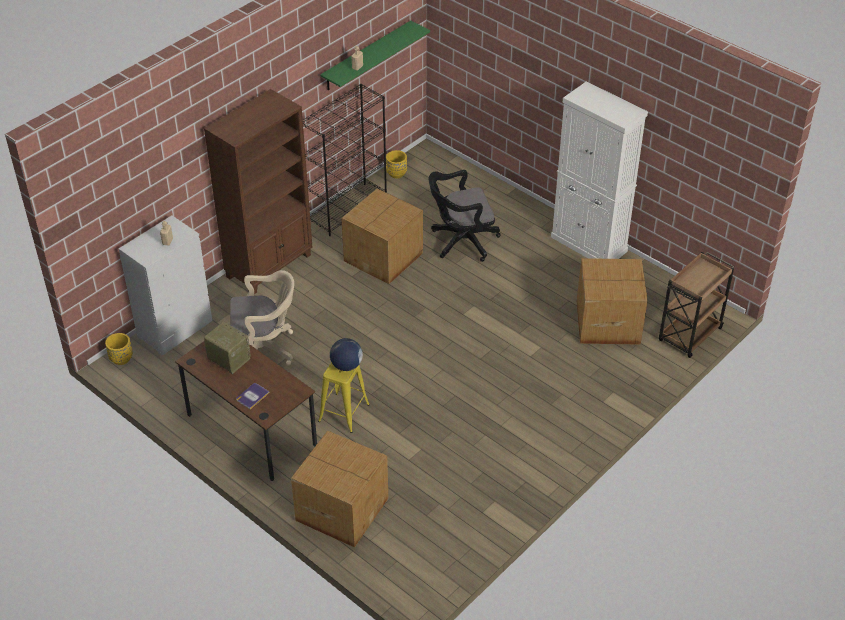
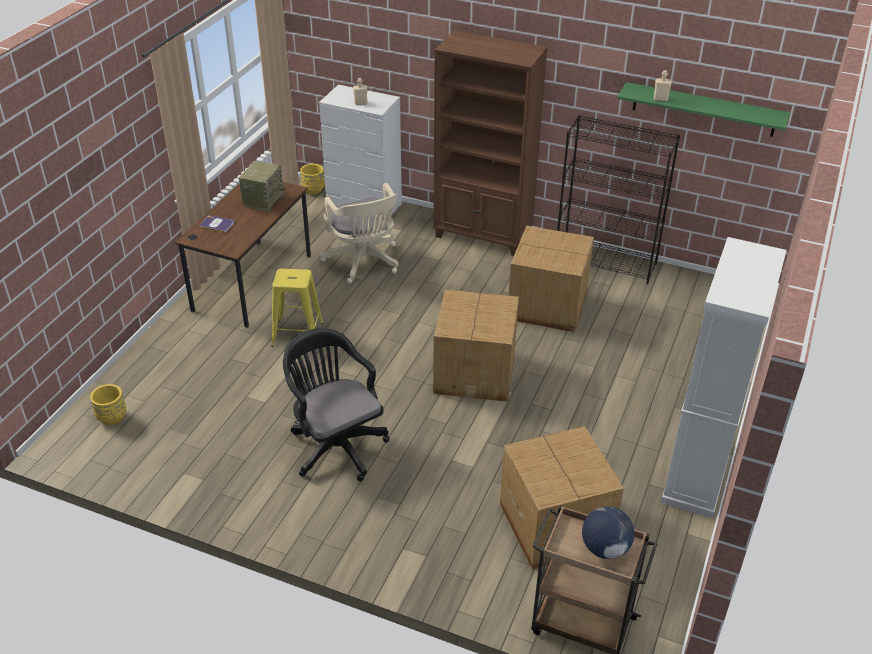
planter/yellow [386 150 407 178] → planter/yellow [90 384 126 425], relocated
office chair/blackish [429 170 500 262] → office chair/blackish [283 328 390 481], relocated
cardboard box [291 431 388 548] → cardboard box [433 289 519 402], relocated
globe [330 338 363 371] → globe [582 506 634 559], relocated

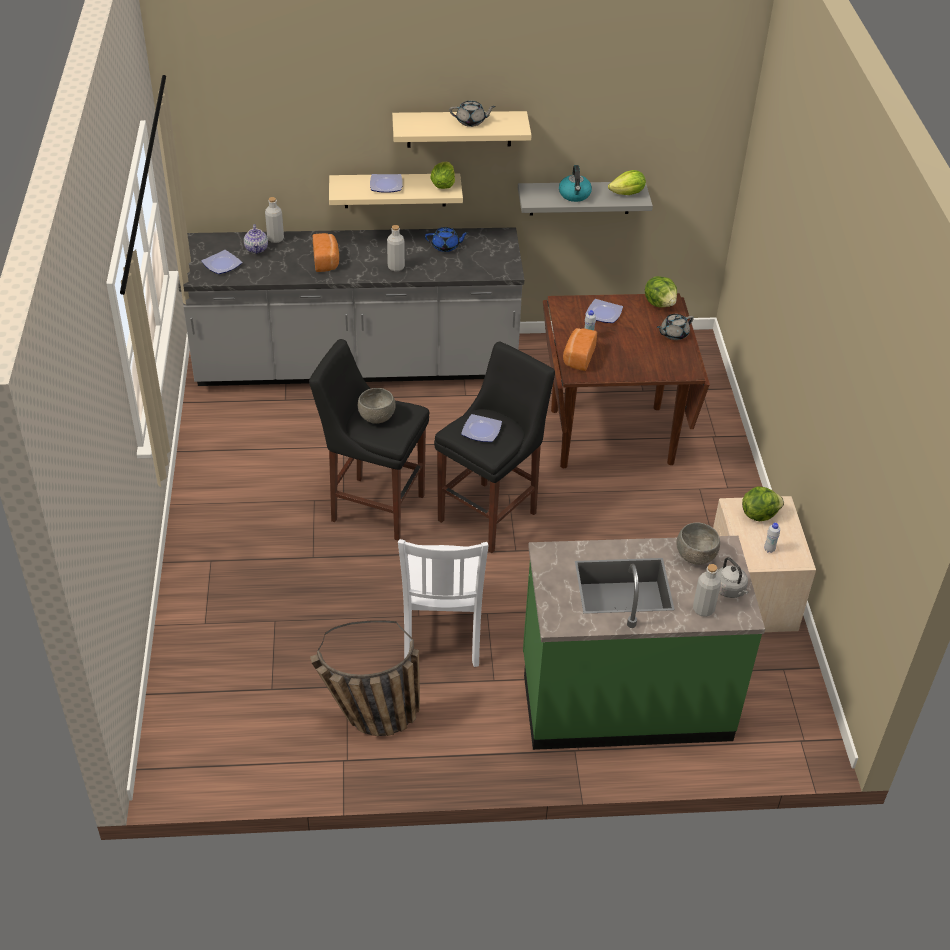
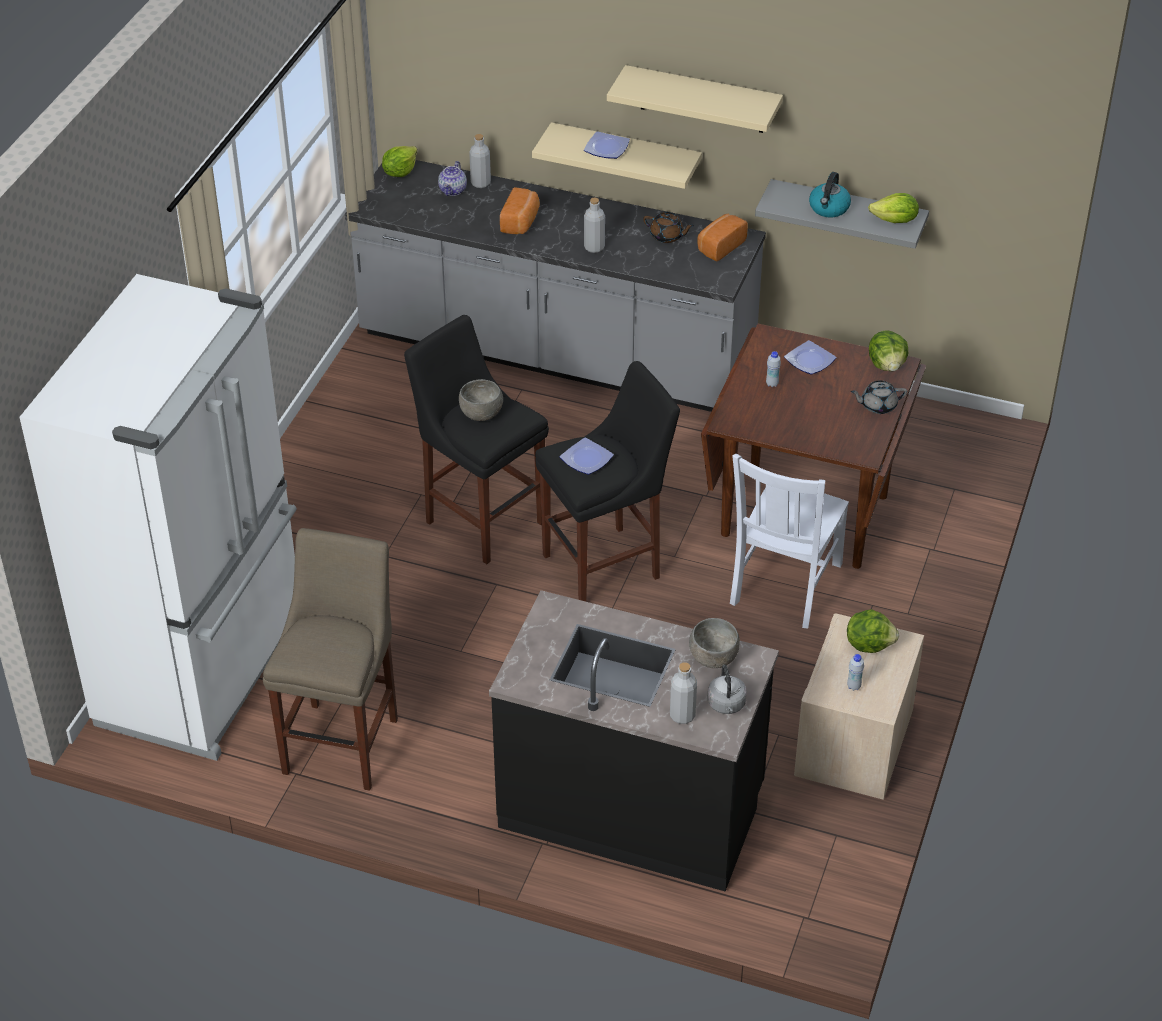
- → fridge/white-coloured [20 274 297 761]
household basket [310 621 420 736] → stool seat/sand-coloured [263 528 398 791]
lettuce [430 161 455 189] → lettuce [382 146 417 177], relocated
counter/greenish [523 536 765 750] → counter/blackish [489 590 779 892]
teapot/blue [425 227 469 252] → teapot/brown [643 212 694 243]
bakery bread [563 328 597 371] → bakery bread [697 214 748 261], relocated
chair/white-coloured [398 539 489 667] → chair/white-coloured [730 454 849 628], relocated
plate [201 250 243 274] → -
teapot/gray [449 101 496 127] → -

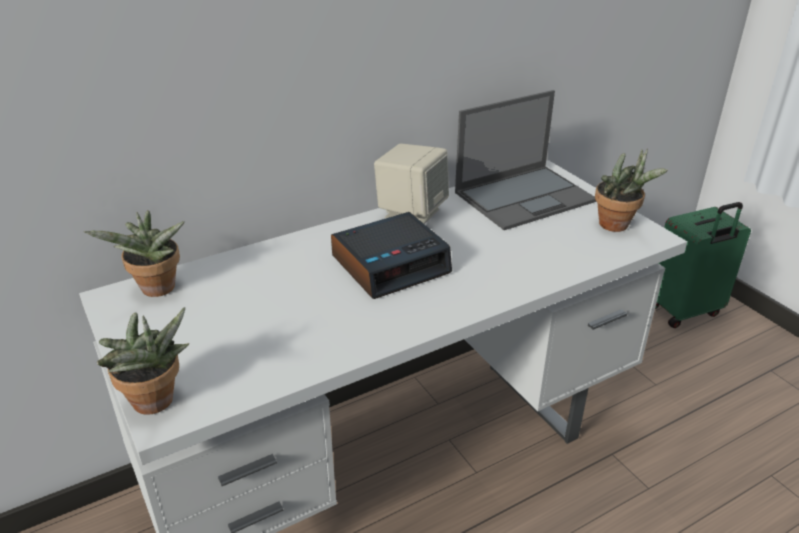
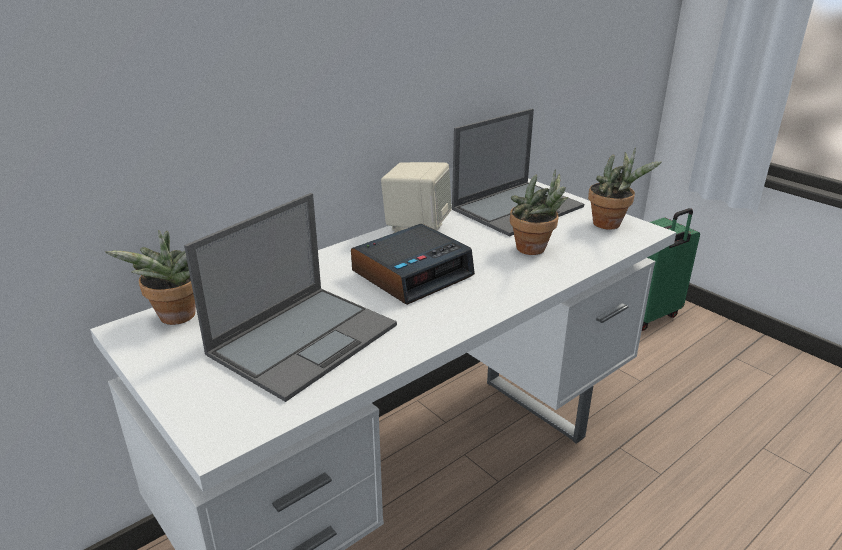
- → portable computer [184 193 397 402]
houseplant [97 307 189 415] → houseplant [510 169 568 255], relocated

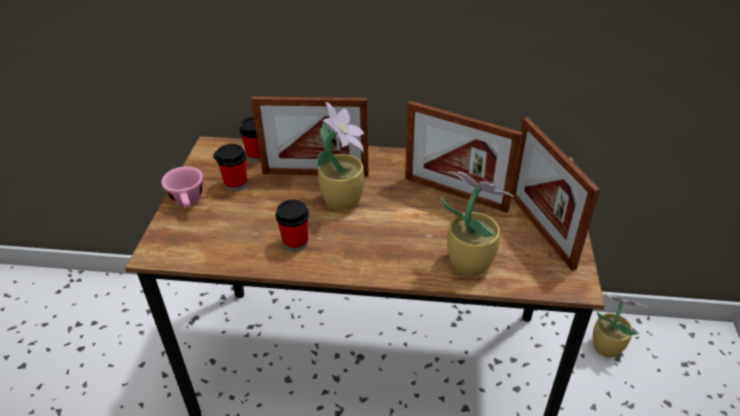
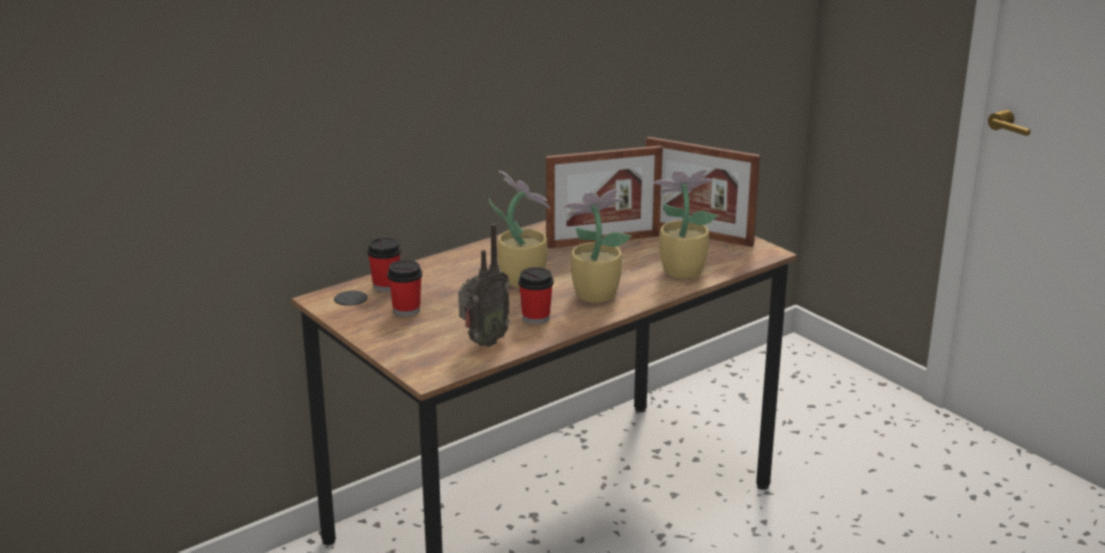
- → radio [458 224 510 347]
houseplant [593 293 647 357] → houseplant [562 189 631 303], relocated
cup/pink-coloured [161 166 203 208] → -
photo frame [251 96 368 176] → -

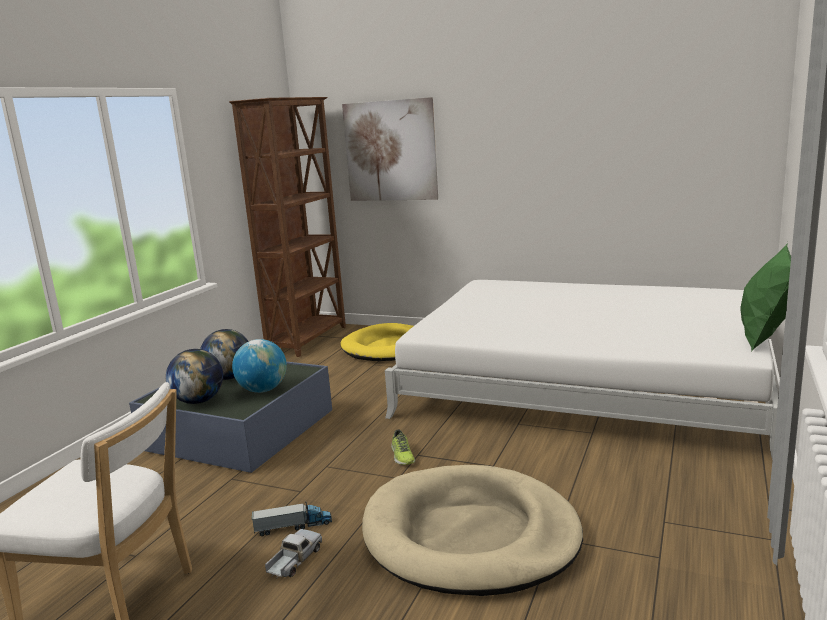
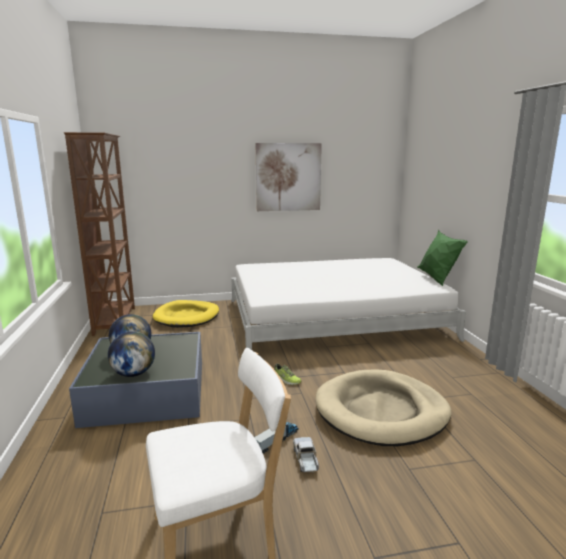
wall picture [342 97 438 201] → wall picture [256 143 322 211], relocated
globe [232 339 287 393] → -

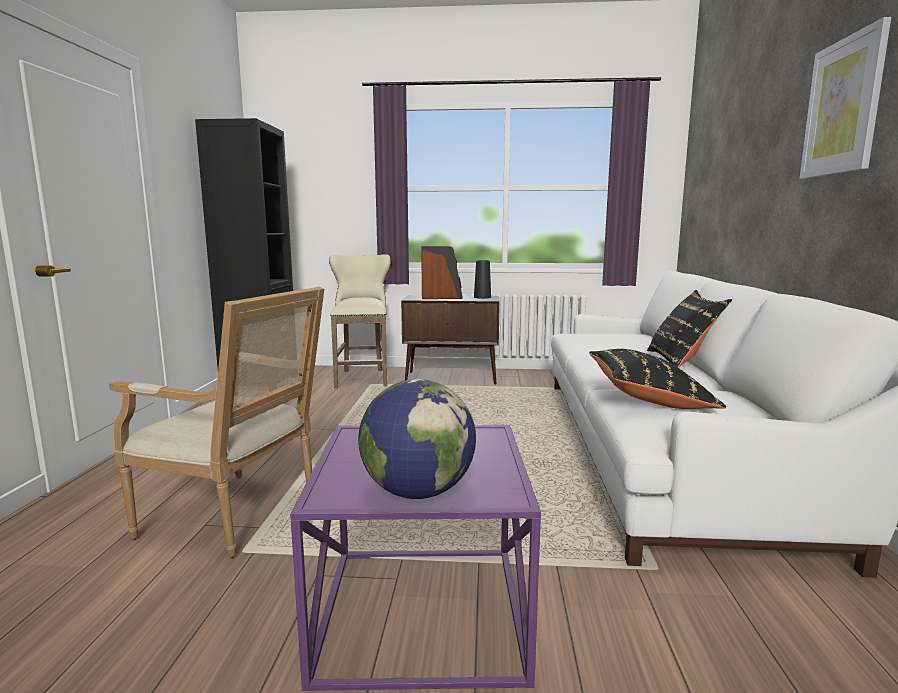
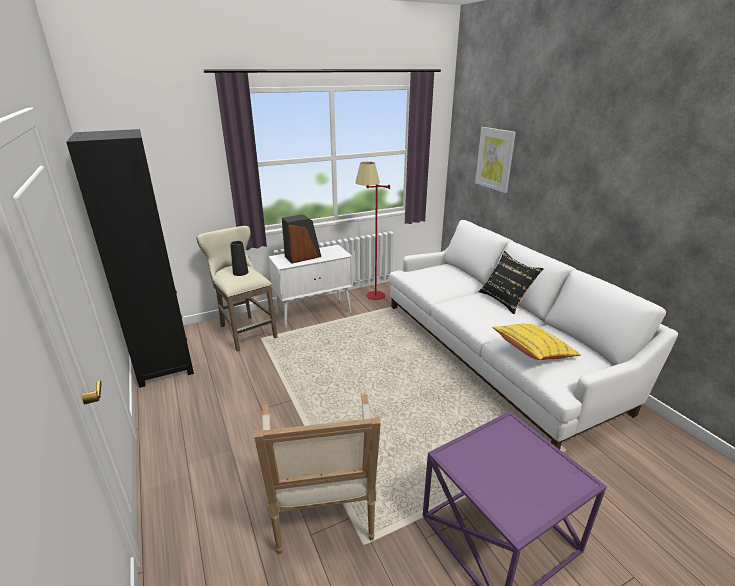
decorative vase/blackish [474 260 491 299] → decorative vase/blackish [230 241 248 276], relocated
armchair [109 287 324 558] → armchair [254 394 381 554], 90 degrees clockwise
cabinet/brown [401 295 500 385] → cabinet/white-coloured [269 245 353 329]
- → floor lamp/reddish [355 162 390 300]
wall picture [800 17 891 179] → wall picture [475 127 516 193], relocated
cushion/blackish [589 349 726 409] → cushion/yellow [492 324 581 360]
globe [358 379 476 499] → -

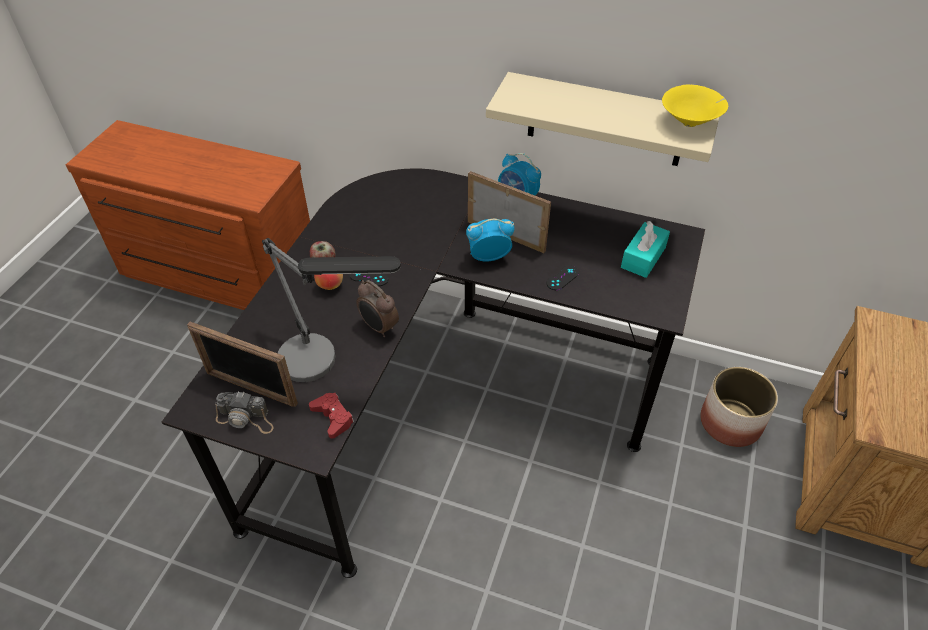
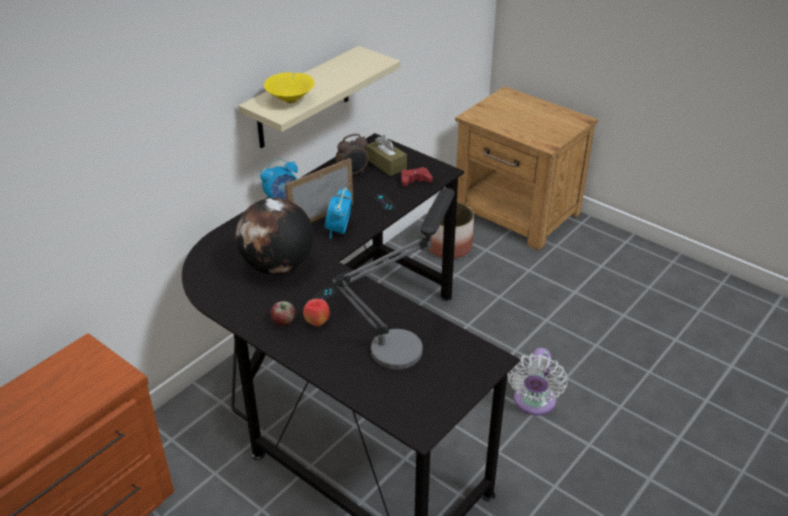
- → globe [236 197 314 275]
serving bowl/yellow [662 85 728 127] → serving bowl/yellow [264 72 314 103], relocated
bedside clock [356 280 399 337] → bedside clock [336 134 369 174], relocated
box of tissues/blue-green [621 221 670 278] → box of tissues/brown [366 135 407 176]
game controller/reddish [309 393 354 439] → game controller/reddish [401 167 433 186], relocated
- → electric fan/white-coloured [508 348 568 416]
photo frame [187 322 298 407] → -
photo camera [215 391 274 434] → -

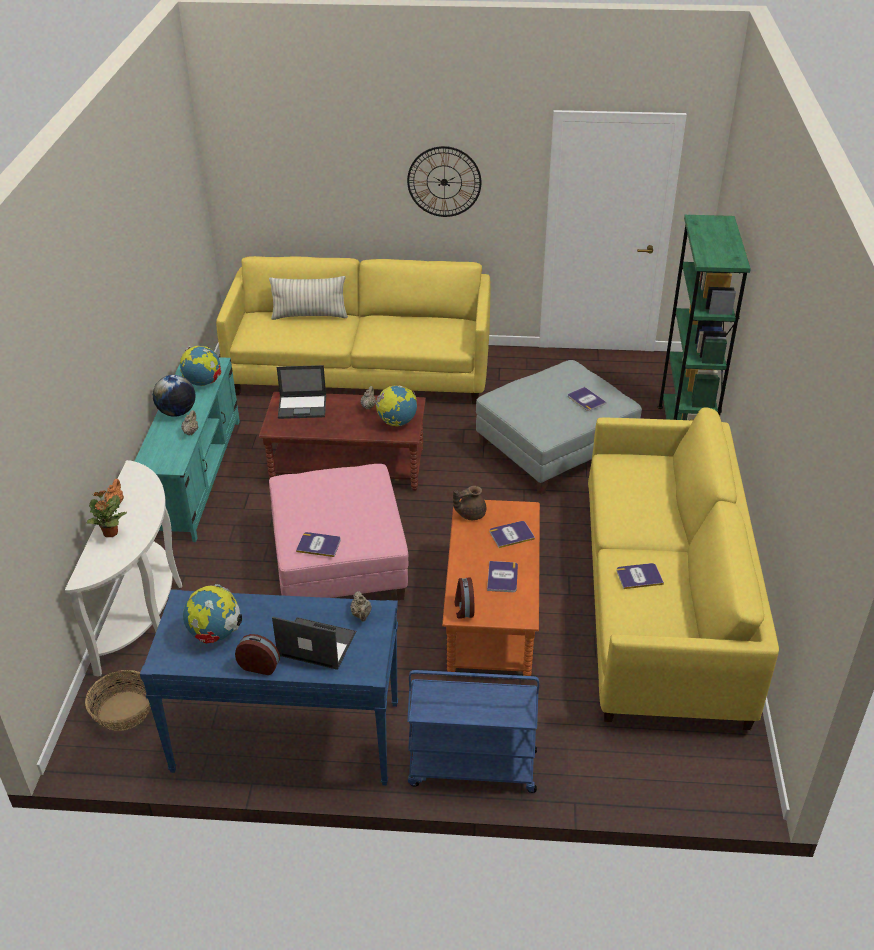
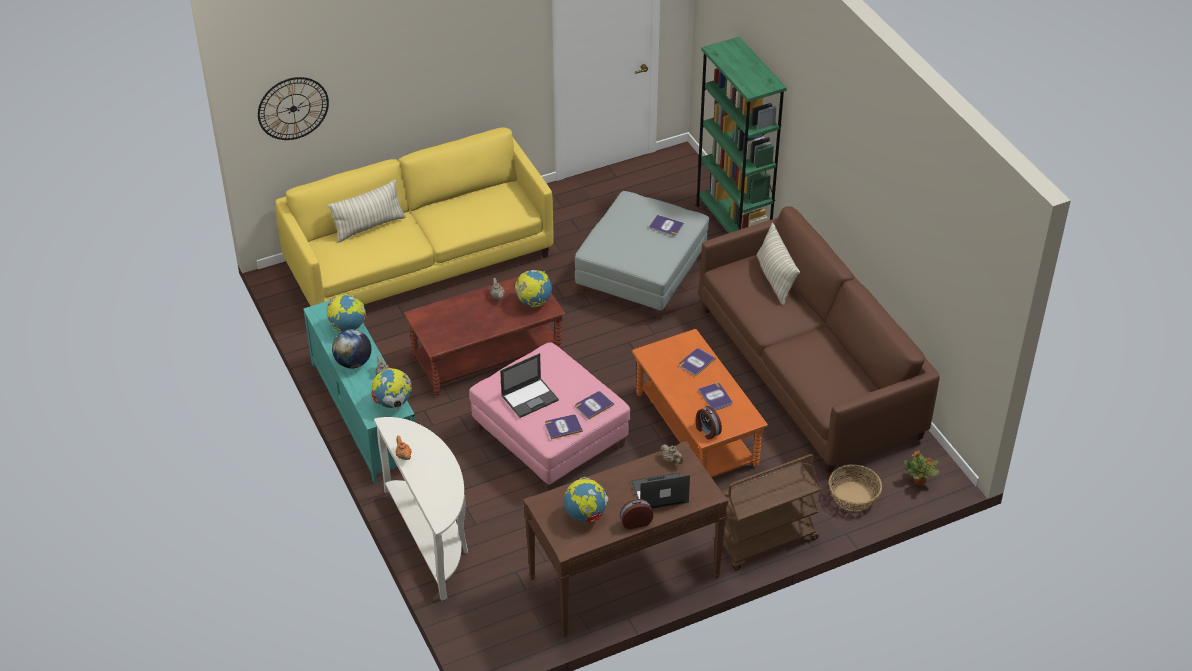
clock on the wall [407 146 481 217] → clock on the wall [258 77 329 140], relocated
- → globe [371 368 412 409]
portable computer [277 365 326 419] → portable computer [500 353 559 418], relocated
console table/blue [140 589 398 785] → console table/brown [523 441 728 637]
bound book [616 563 664 589] → bound book [575 391 614 420], relocated
settee/yellow [588 407 779 730] → settee/brown [699 206 940 473]
wheeled cart/blue [407 670 539 793] → wheeled cart/brown [714 454 822 570]
- → cushion [756 223 800 305]
household basket [85 670 151 731] → household basket [829 464 882 511], relocated
houseplant [86 490 127 537] → houseplant [904 451 940 485], relocated
teapot/brown [453 485 486 520] → -

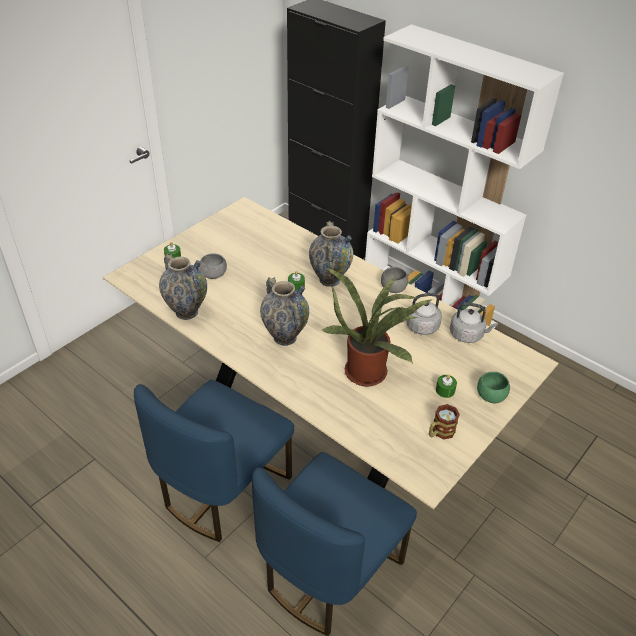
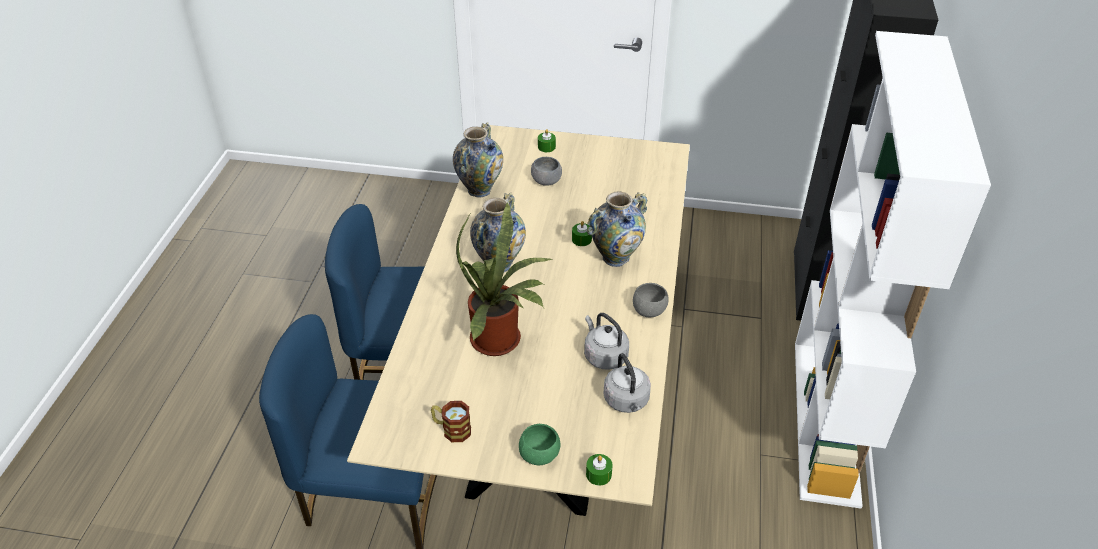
wax candle/greenish [436 374 457 398] → wax candle/greenish [586 454 613 486], relocated

